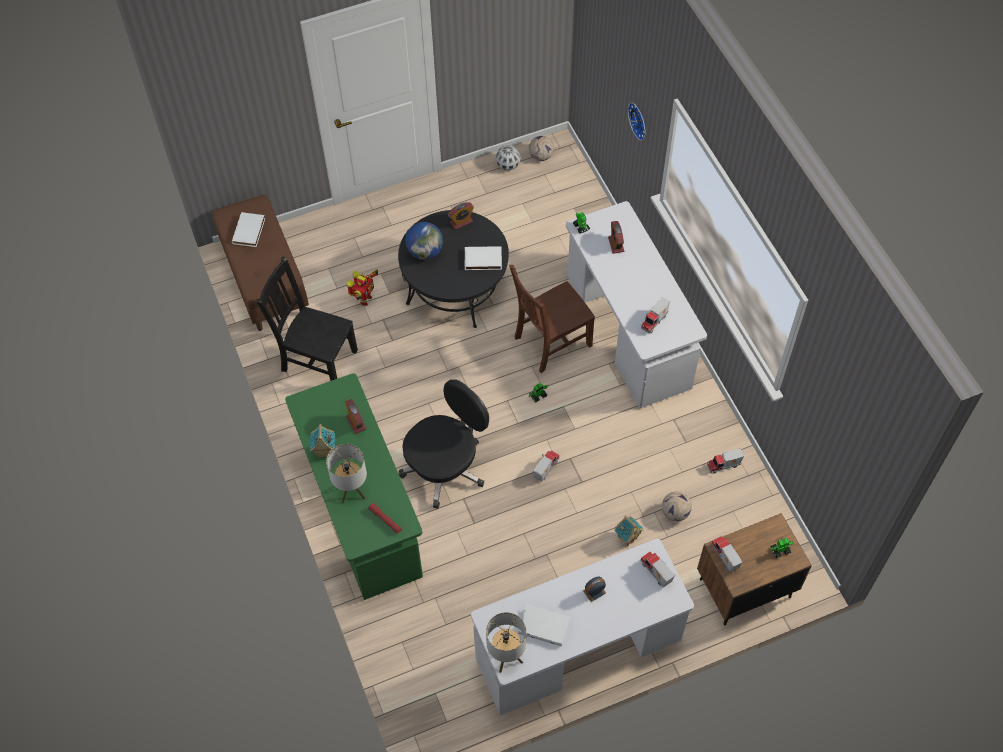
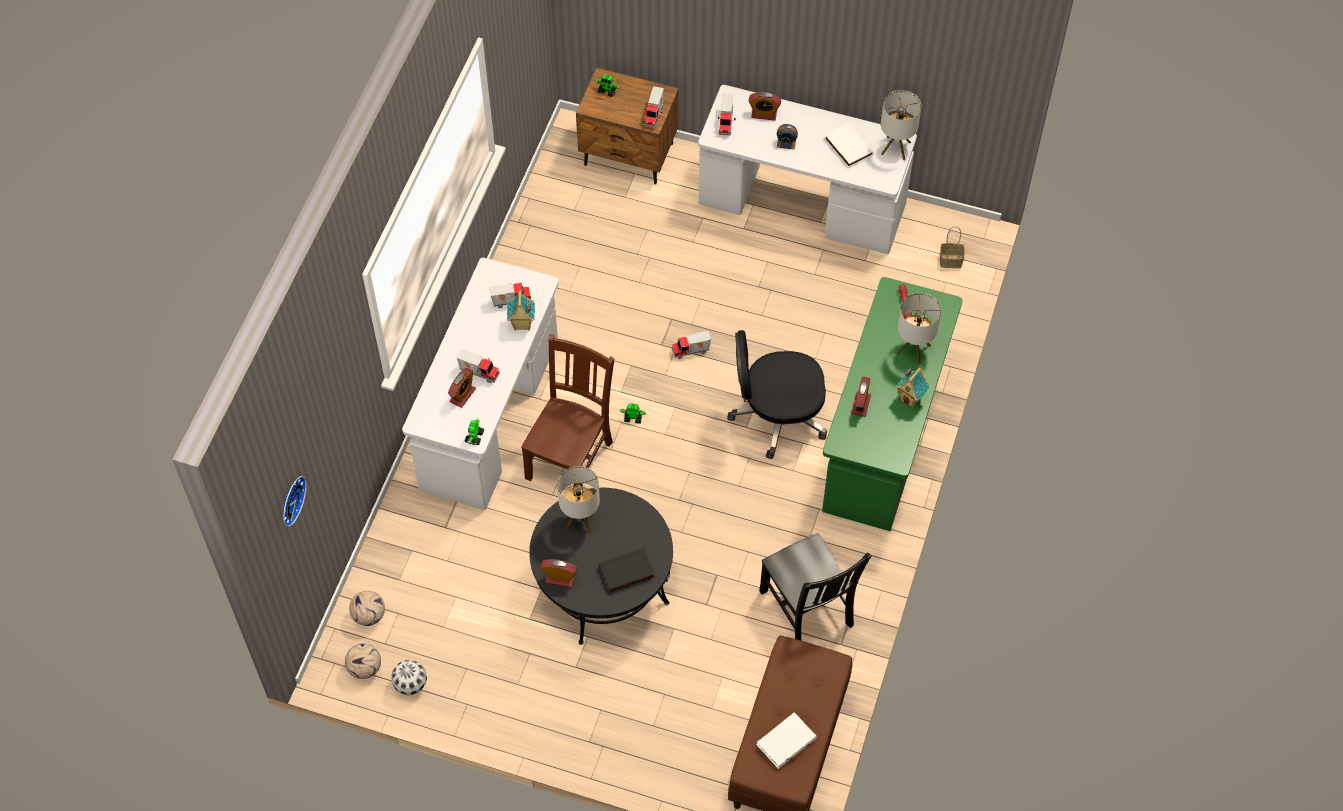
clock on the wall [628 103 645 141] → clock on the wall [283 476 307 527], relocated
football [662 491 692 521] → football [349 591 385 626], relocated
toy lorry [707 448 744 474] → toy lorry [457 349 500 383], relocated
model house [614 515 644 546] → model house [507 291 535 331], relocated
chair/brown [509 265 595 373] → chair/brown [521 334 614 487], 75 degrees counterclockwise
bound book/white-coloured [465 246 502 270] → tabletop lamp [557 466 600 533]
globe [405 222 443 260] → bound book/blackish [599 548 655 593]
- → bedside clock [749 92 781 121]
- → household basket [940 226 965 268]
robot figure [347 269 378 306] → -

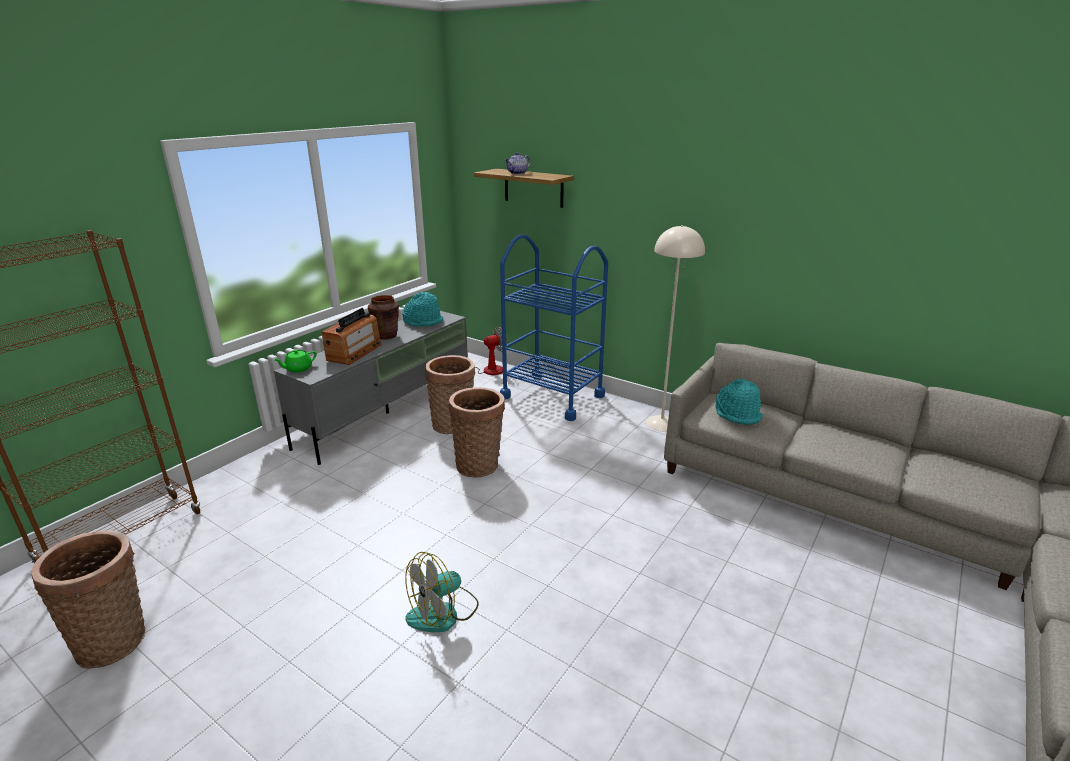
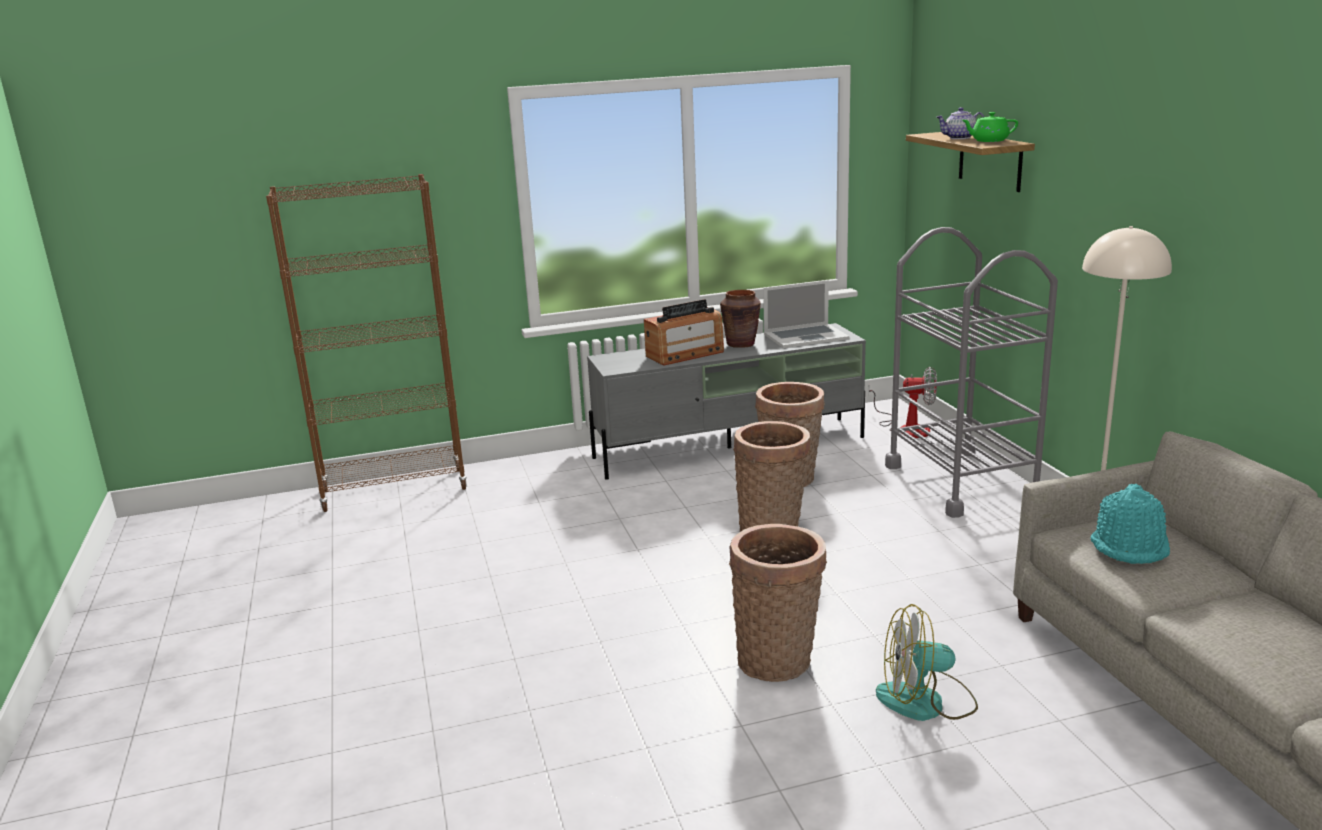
household basket [31 530 146 669] → household basket [729 524 827 682], relocated
hat/blue-green [402 292 443 326] → portable computer [763 280 850 348]
electric fan [405 552 479 633] → electric fan [876 604 978 721], relocated
wheeled cart/blue [500 234 608 421] → wheeled cart/gray [885 227 1058 518]
teapot/greenish [274 349 317 372] → teapot/greenish [962 112 1018 142], relocated

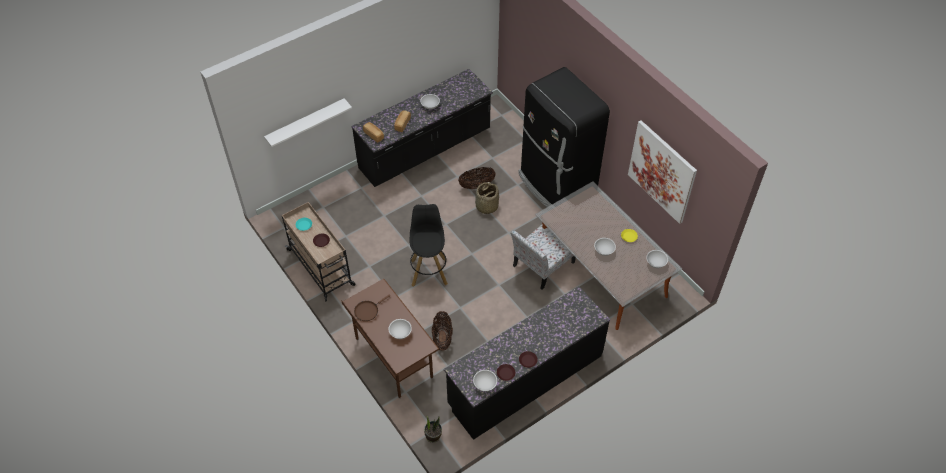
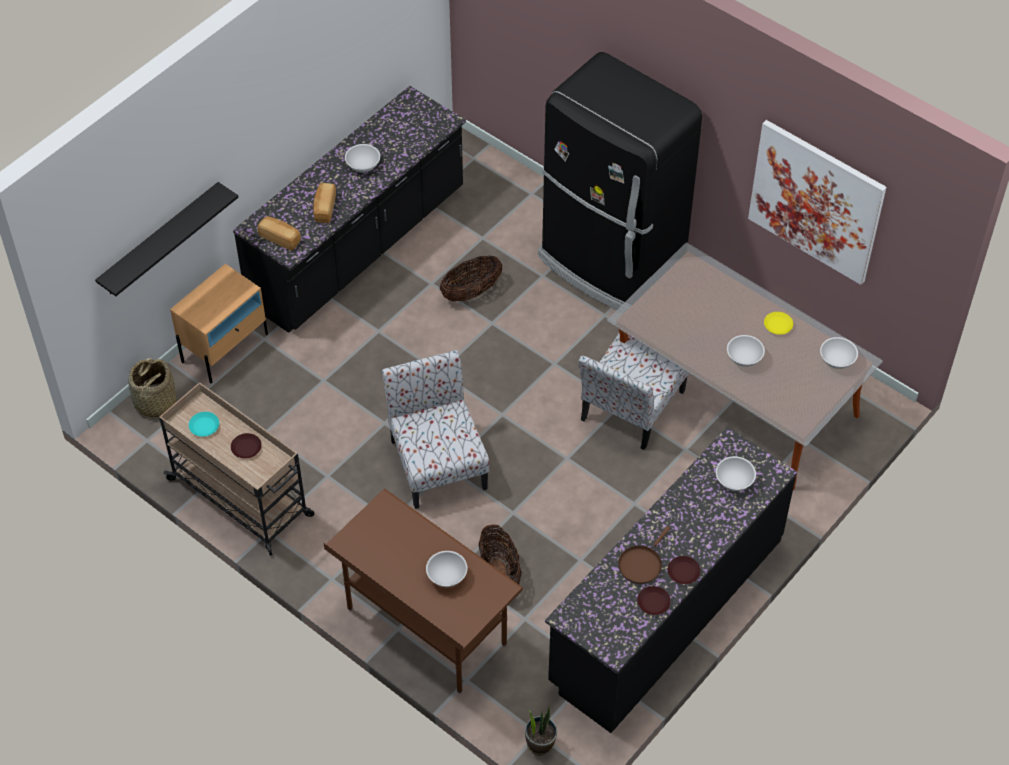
shelf/white-coloured [264 98 352 147] → shelf/blackish [95 182 239 296]
household basket [475 182 499 214] → household basket [128 358 176 420], relocated
- → bedside table/sand-coloured [170 264 268 383]
stool seat/blackish [409 204 448 287] → chair [382 350 489 509]
frying pan/brown [354 295 390 321] → frying pan/brown [618 526 670 584], relocated
serving bowl/white-coloured [473 370 497 391] → serving bowl/white-coloured [716 456 756 491], relocated

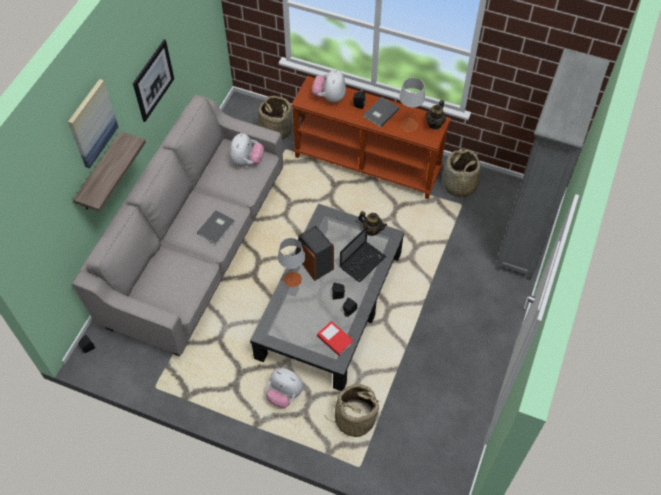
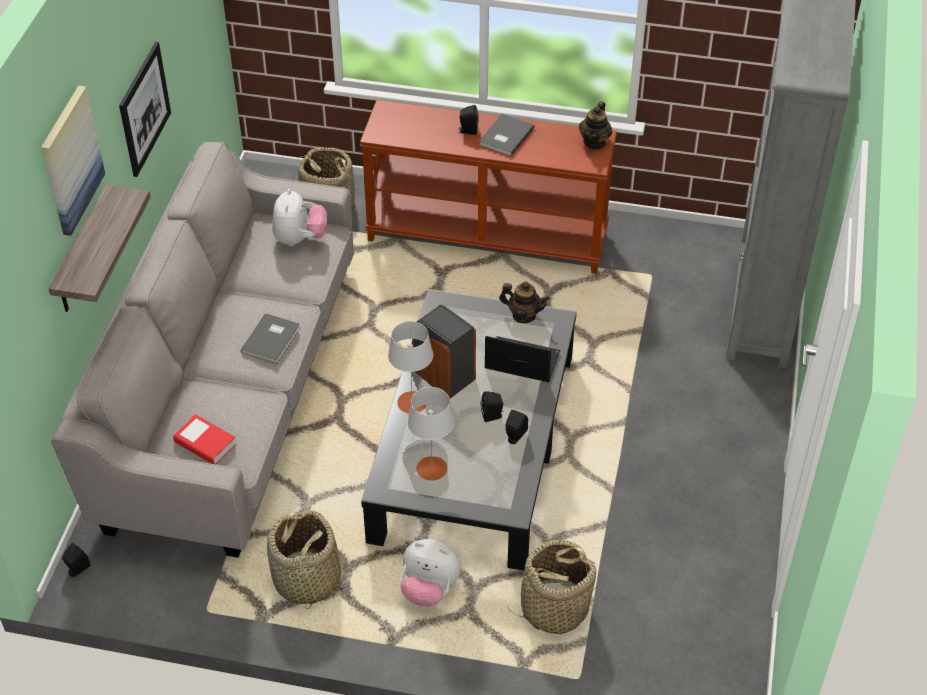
bound book [317 321 354 356] → bound book [173 414 236 464], relocated
household basket [443 149 480 199] → household basket [267 510 341 609], relocated
tabletop lamp/gray [399 78 425 132] → tabletop lamp/gray [407 387 454 481], relocated
portable computer [340 227 386 282] → portable computer [484 336 560 382], 105 degrees counterclockwise
plush toy [312 69 346 103] → -

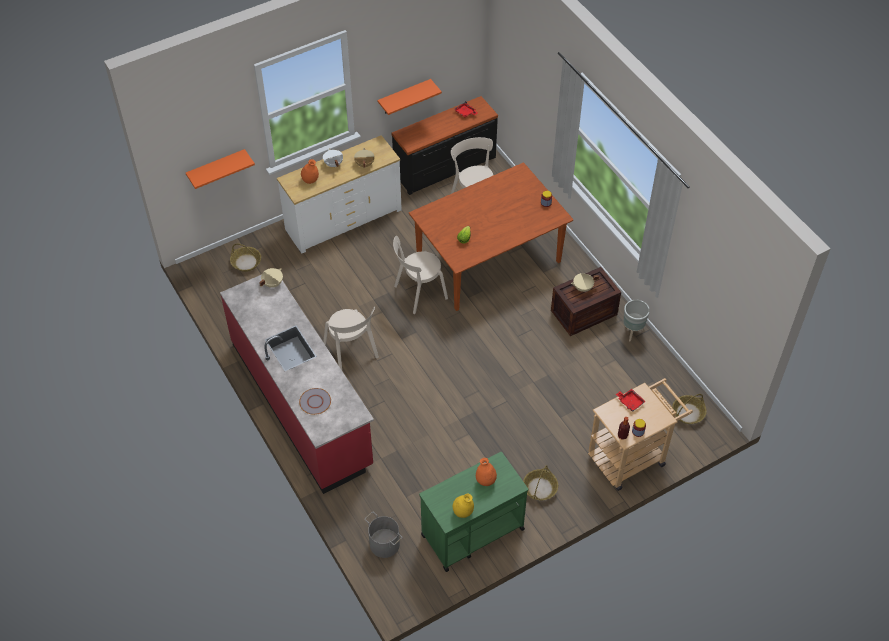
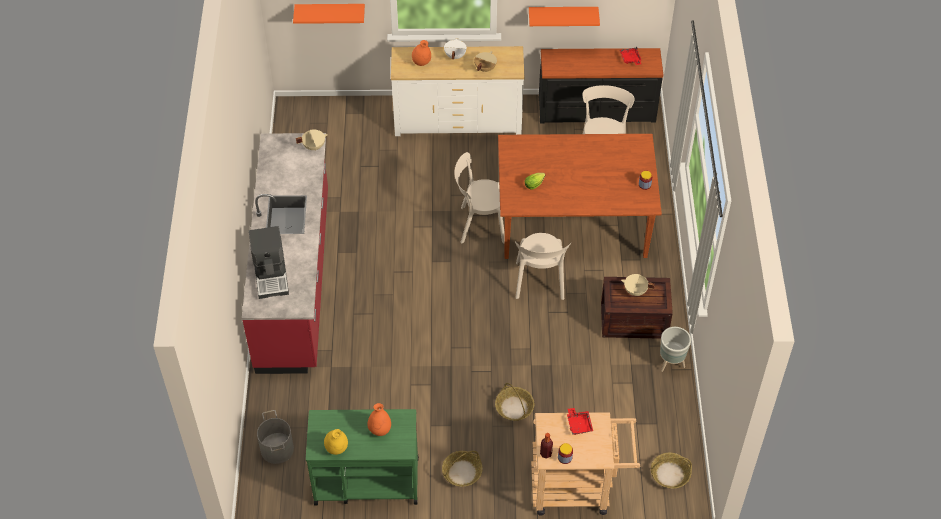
plate/gray [299 388 331 415] → coffee brewer [249 226 289 299]
household basket [230 244 261 272] → household basket [495 383 534 421], relocated
chair/sand-coloured [323 307 379 370] → chair/sand-coloured [515 233 571 300], relocated

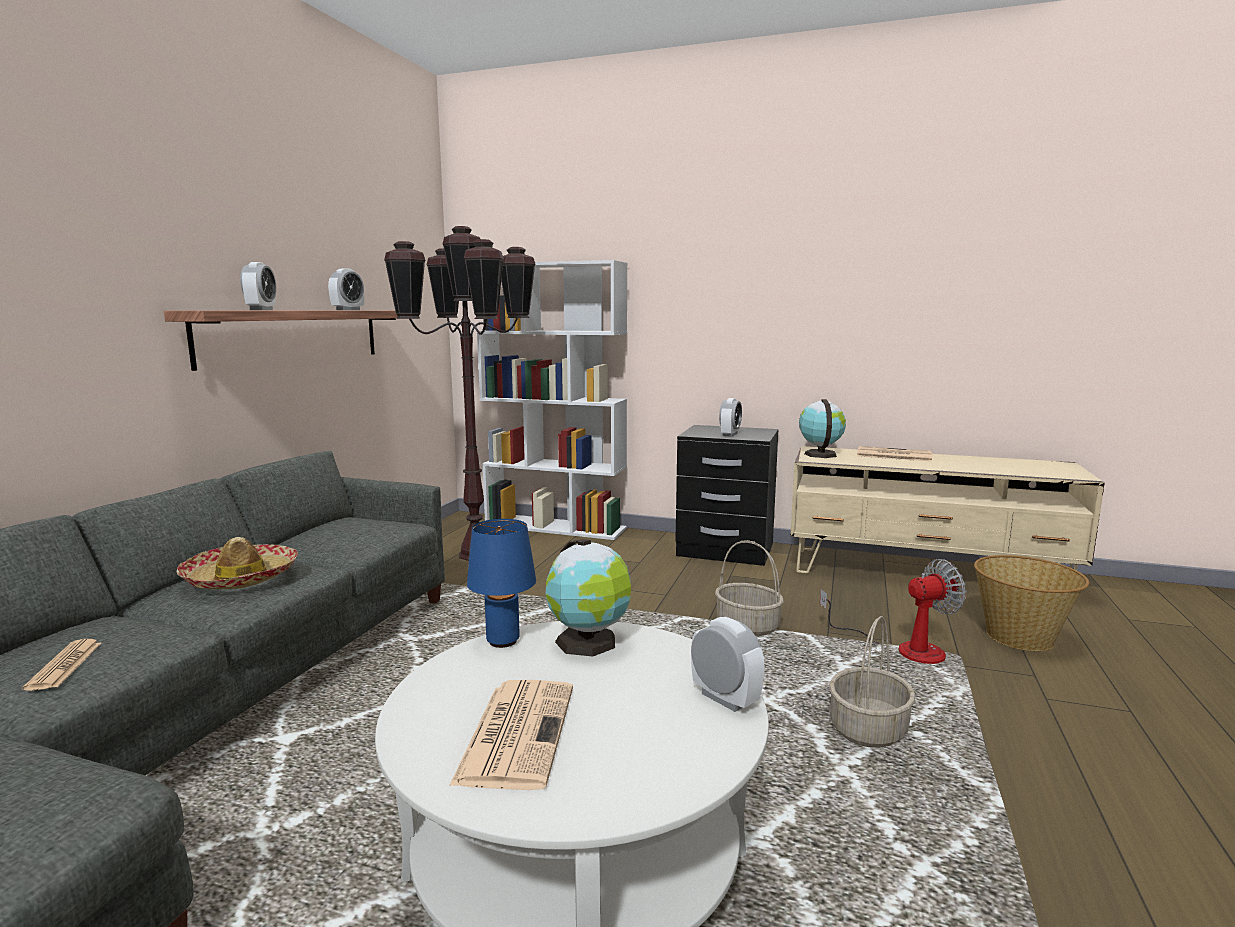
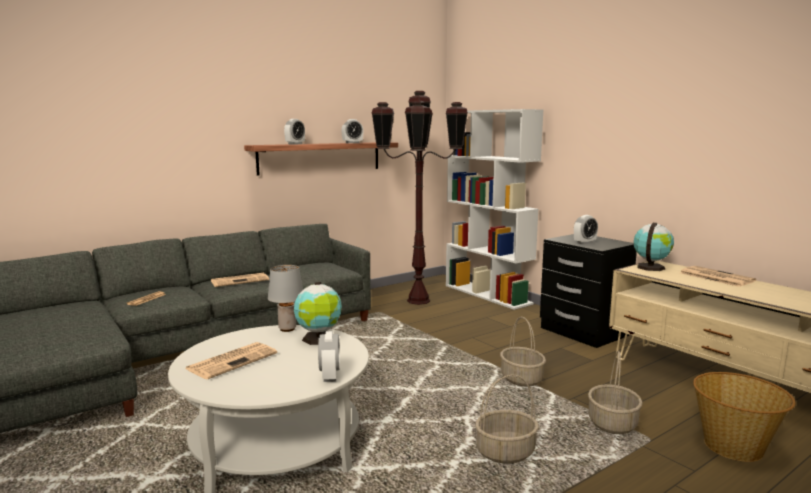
hat [176 537 298 589] → newspaper [211 273 269 287]
tabletop lamp/blue [467 519 536 648] → tabletop lamp/gray [268 265 303 332]
electric fan [820 559 966 664] → household basket [588 351 643 434]

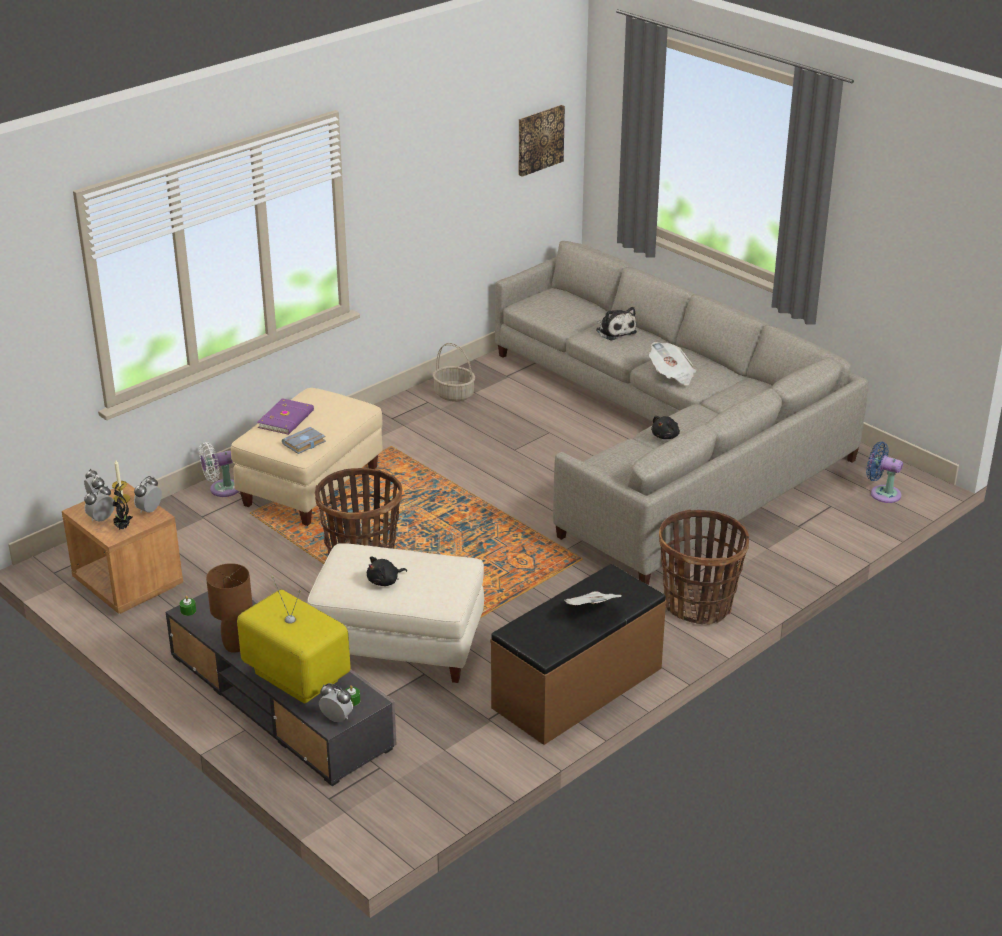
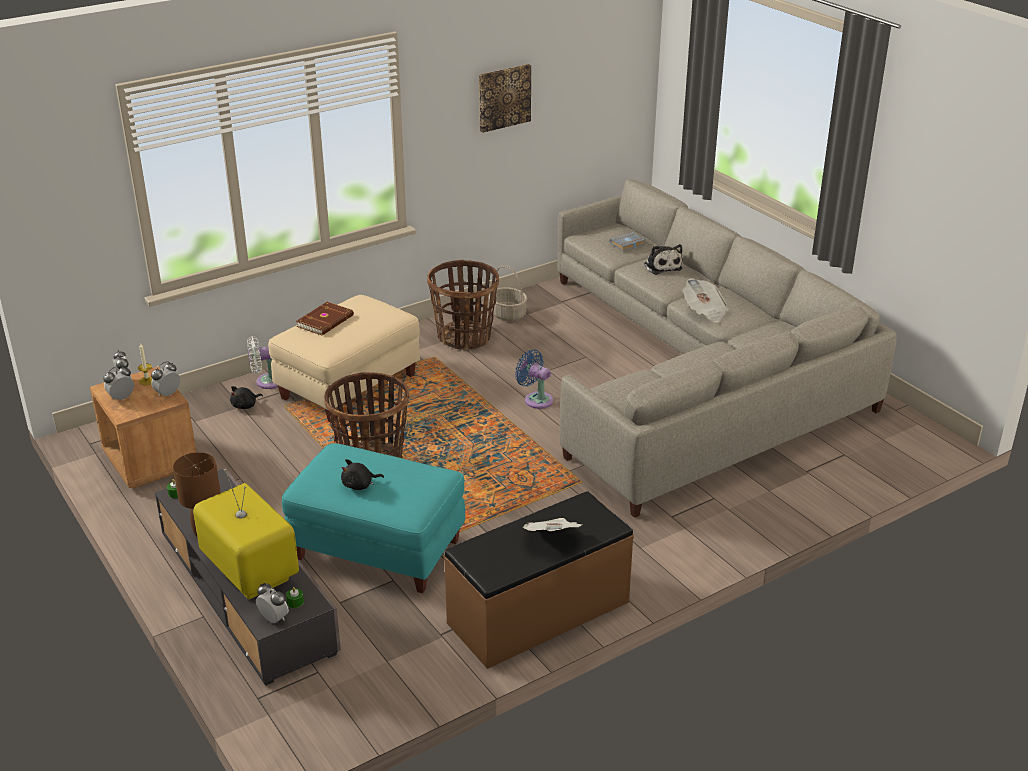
plush toy/blackish [651 416 680 439] → plush toy/blackish [230 386 263 409], relocated
ottoman/sand-coloured [307 543 484 683] → ottoman/blue-green [282 443 465 594]
bound book/purple [257 398 314 435] → bound book/brown [296 302 354 335]
household basket [659 509 749 625] → household basket [427 260 499 350], relocated
wall picture [519 105 565 177] → wall picture [479 64 531 133], relocated
electric fan/blue [866 442 903 503] → electric fan/blue [515 350 553 409], relocated
bound book/gray [282 427 326 454] → bound book/gray [609 232 645 251], relocated
houseplant [112 483 133 530] → -

